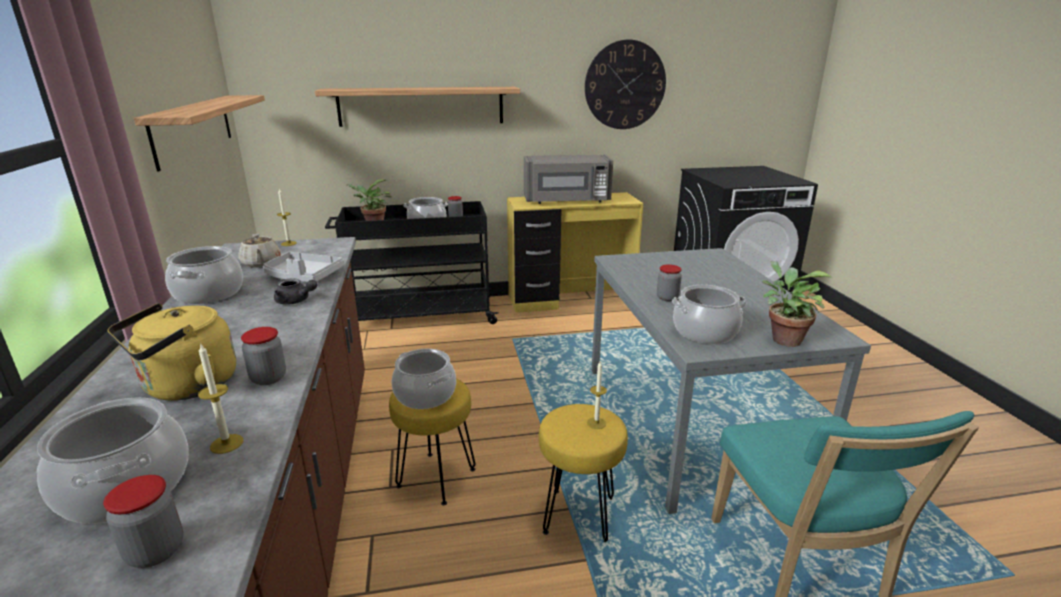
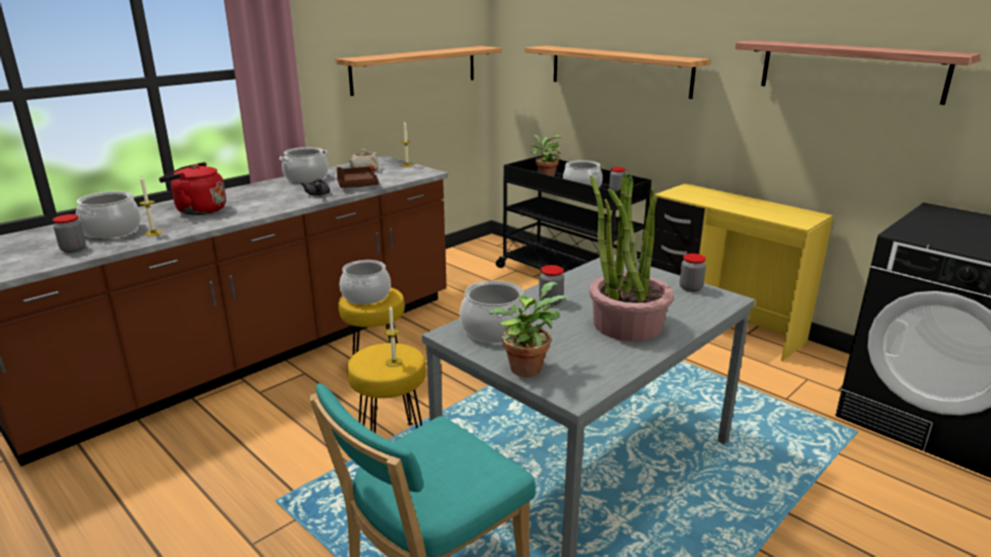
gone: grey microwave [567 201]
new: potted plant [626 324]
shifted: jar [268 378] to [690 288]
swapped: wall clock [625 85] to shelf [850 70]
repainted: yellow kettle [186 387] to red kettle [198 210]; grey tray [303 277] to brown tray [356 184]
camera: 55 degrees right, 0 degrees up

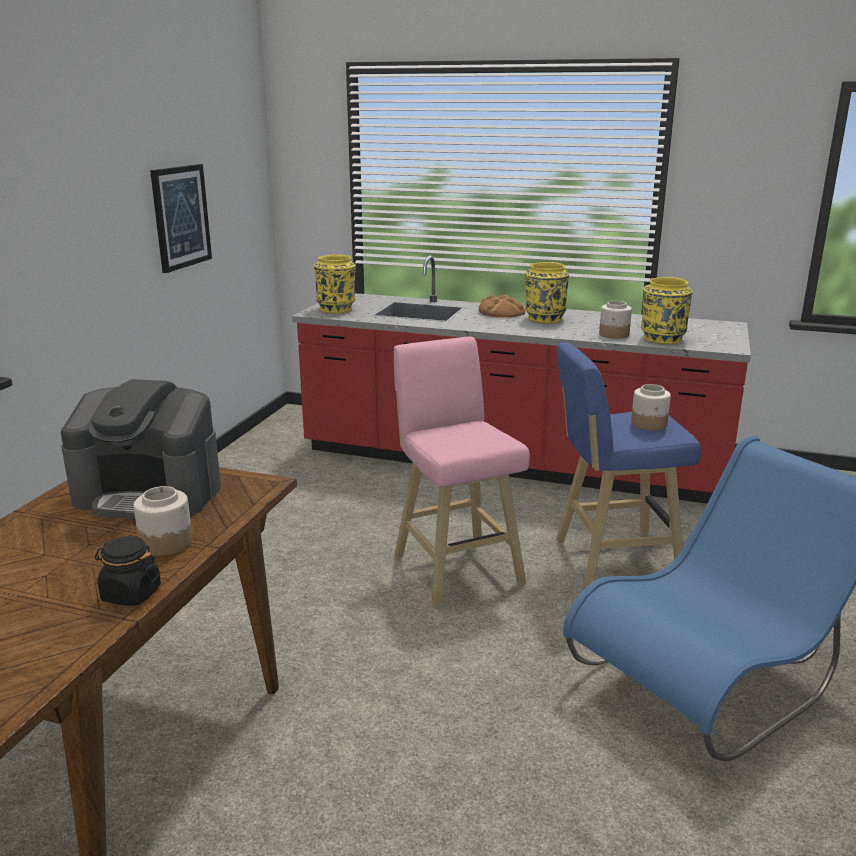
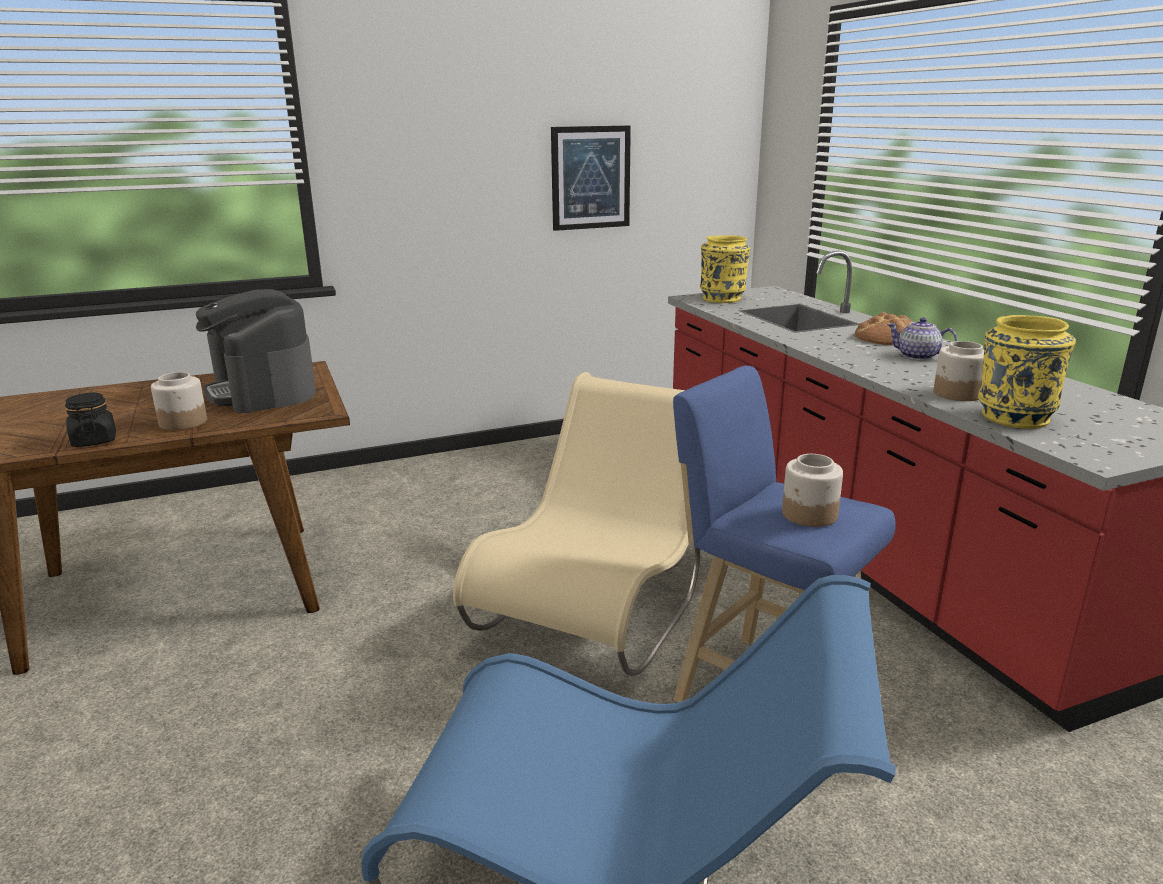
swapped: pink stool [455 567] to beige chair [600 606]; yellow vase [544 319] to teapot [918 356]
camera: 50 degrees right, 0 degrees up

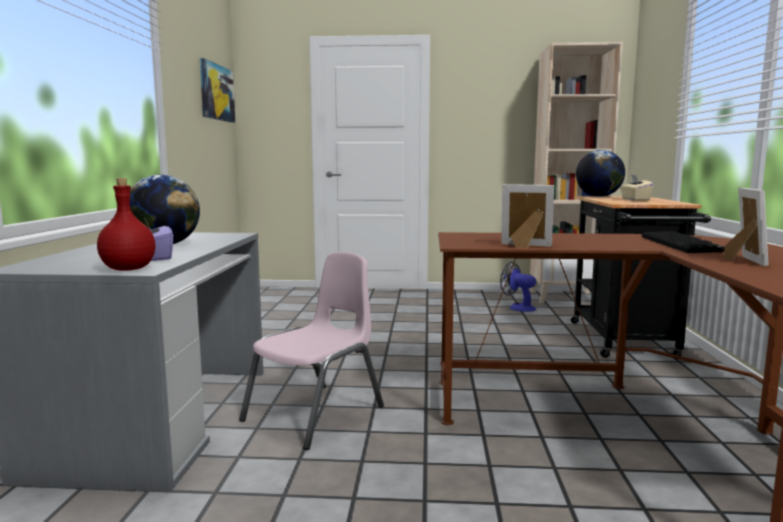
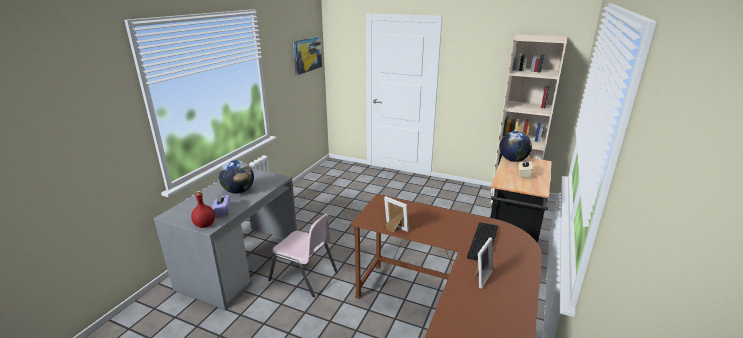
gone: fan [518 307]
rotated: pink chair [316 414] = [304 276] 60 degrees clockwise
camera: 20 degrees right, 15 degrees up

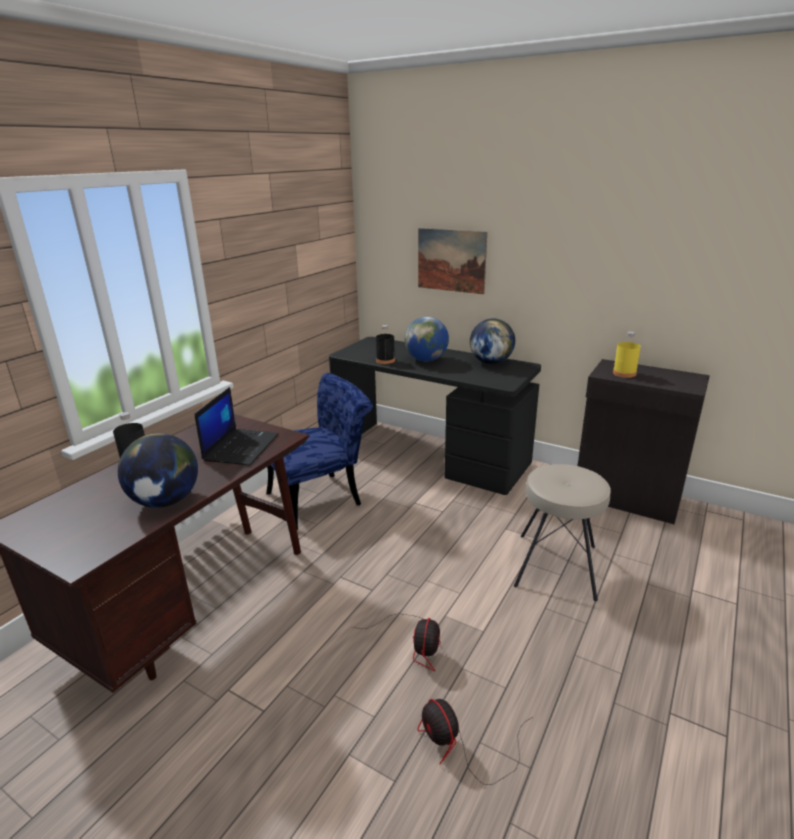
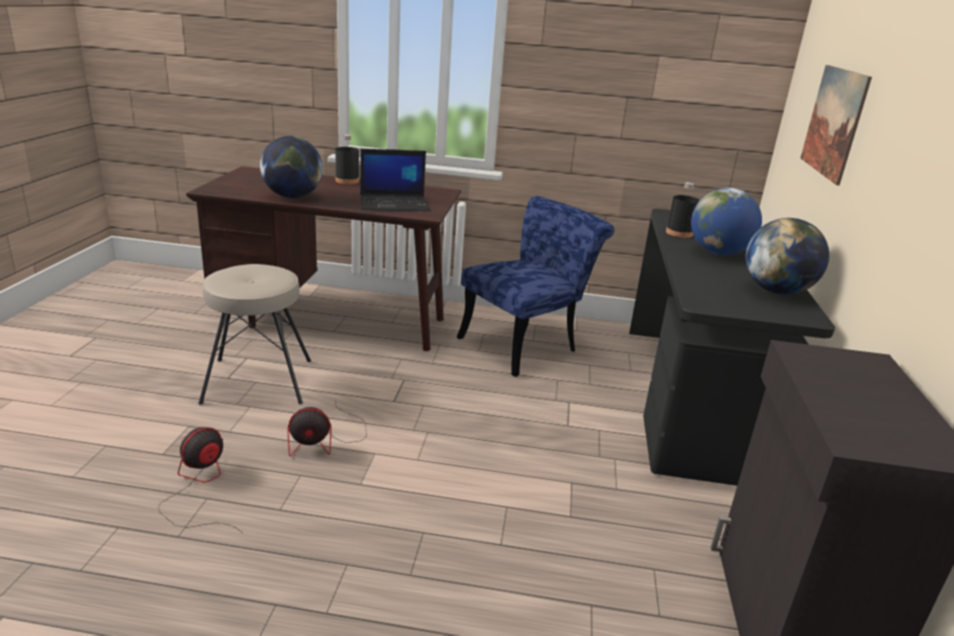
gone: yellow bottle [624 373]
shifted: beige stool [557 565] to [258 381]
rotated: blue chair [322 498] = [526 344] 75 degrees counterclockwise
camera: 65 degrees right, 0 degrees up

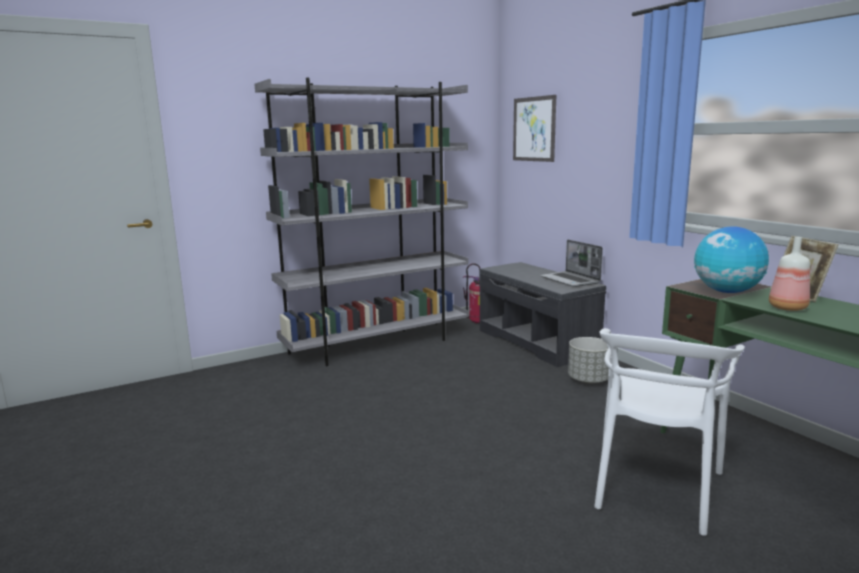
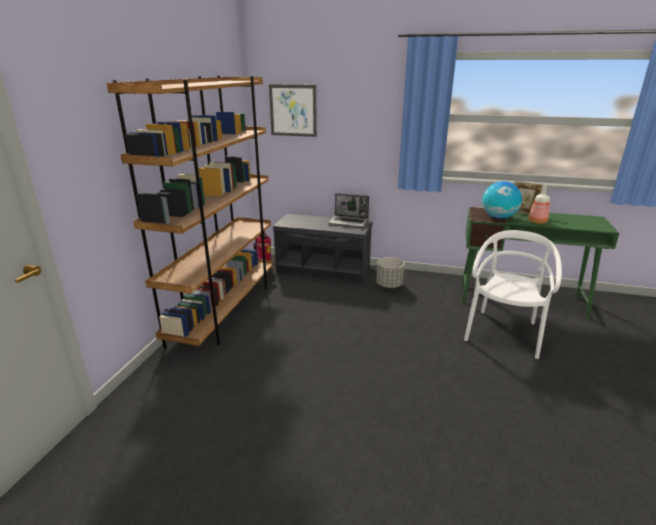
repainted: grey bookcase [378 344] to brown bookcase [225 310]
rotated: white chair [654 487] = [503 333] 135 degrees counterclockwise
camera: 45 degrees left, 10 degrees up

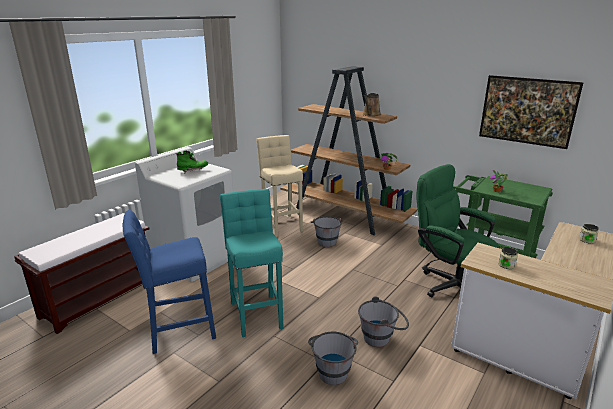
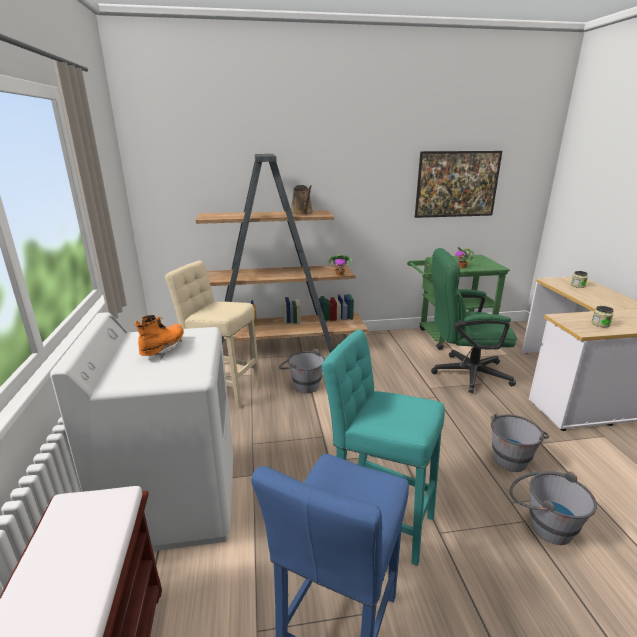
repainted: green boot [193 170] to orange boot [163 349]
camera: 45 degrees left, 0 degrees up

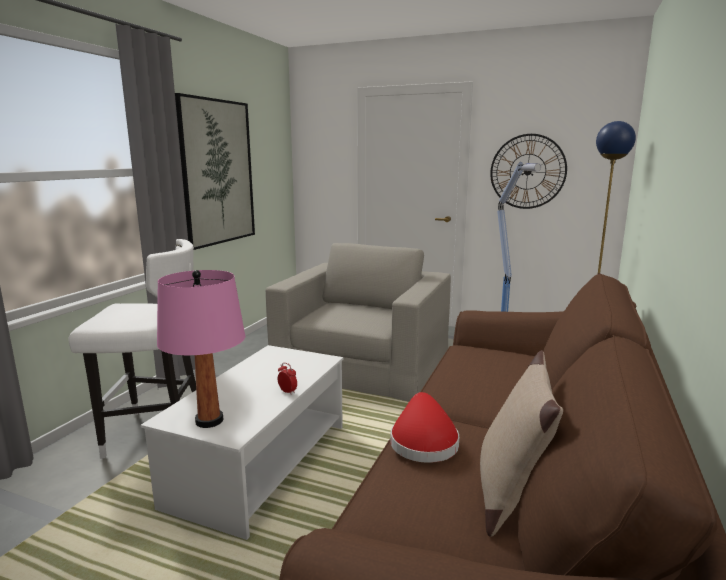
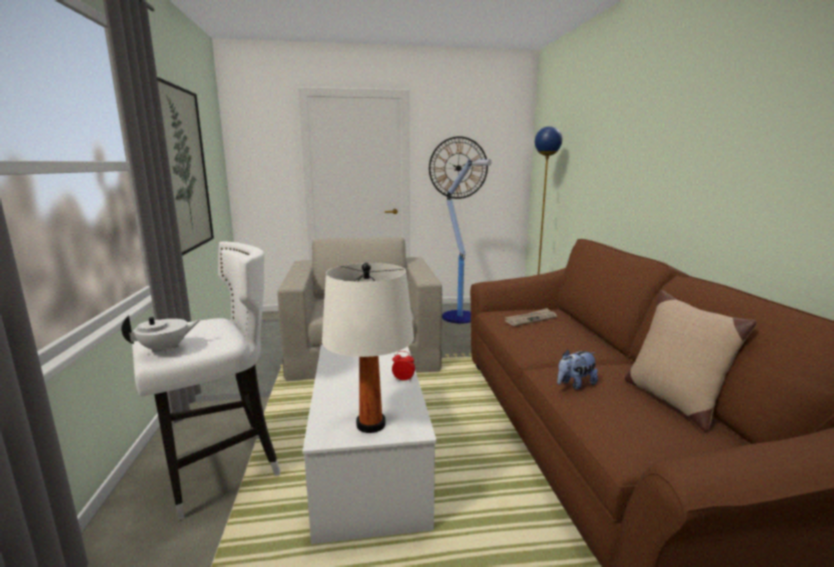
new: white teapot [165 349]; newspaper [530 319]
swapped: red hat [423 441] to plush toy [575 384]
repainted: pink table lamp [209 420] to white table lamp [370 424]
camera: 30 degrees left, 0 degrees up

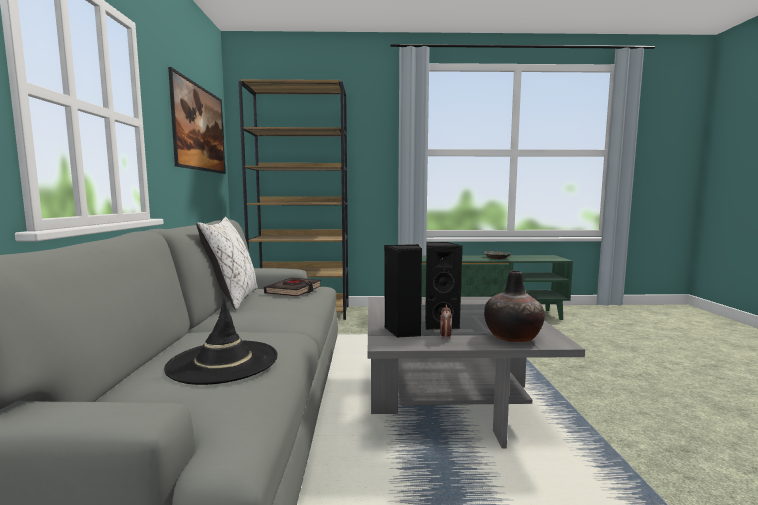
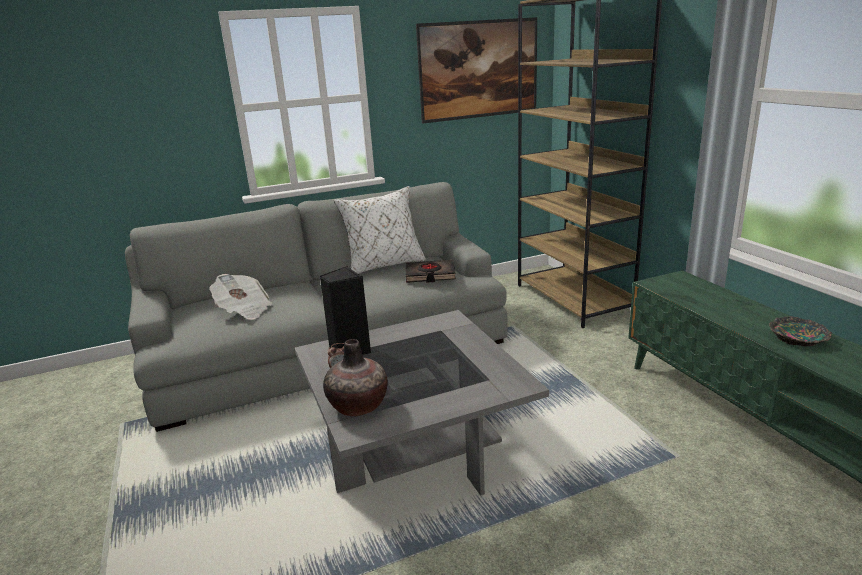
gone: black speaker [439 324]
swapped: black hat [223 362] to newspaper [244 310]
camera: 70 degrees right, 15 degrees up

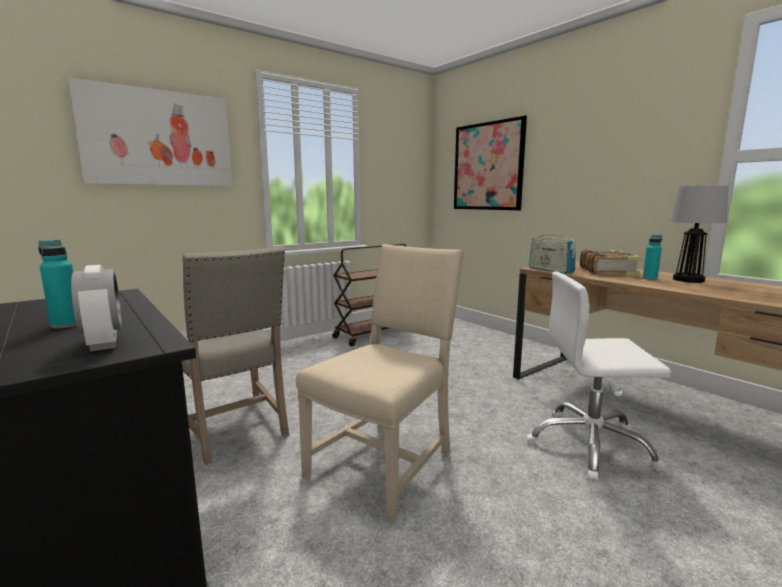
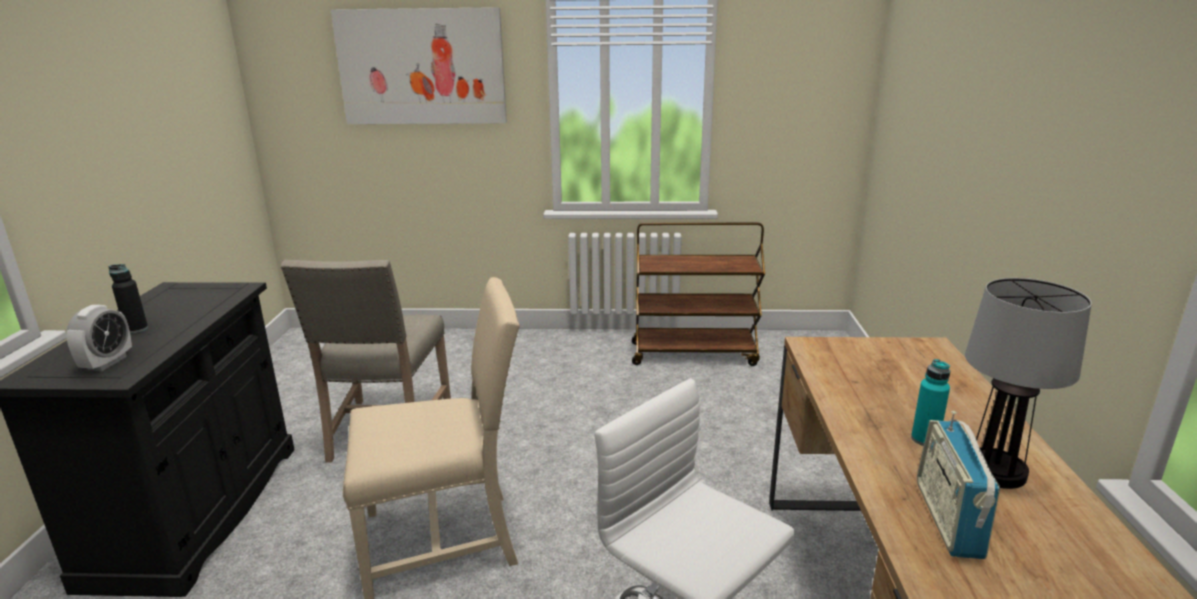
gone: picture [488 166]; book [608 271]
shifted: radio [550 270] to [947 519]
repainted: turquoise bottle [66 325] to black bottle [136 329]
camera: 40 degrees right, 10 degrees up

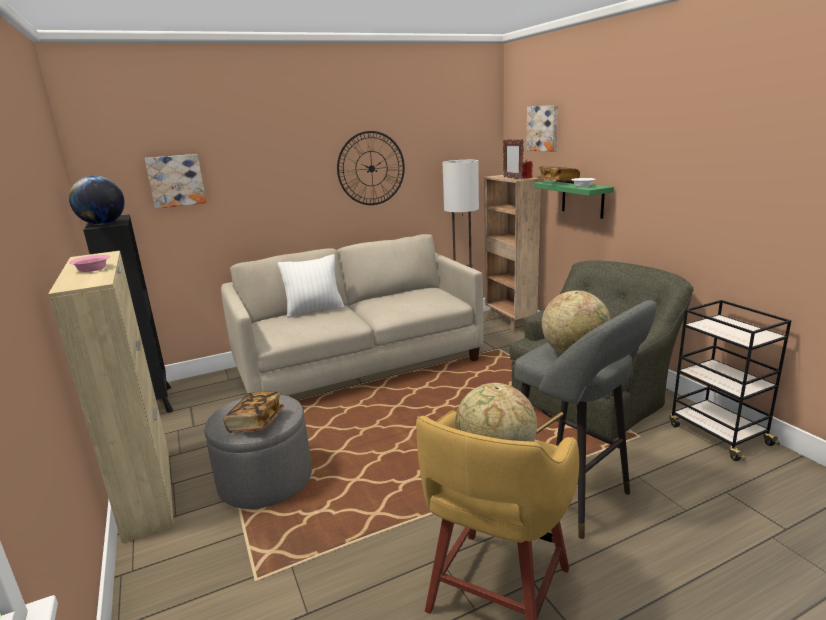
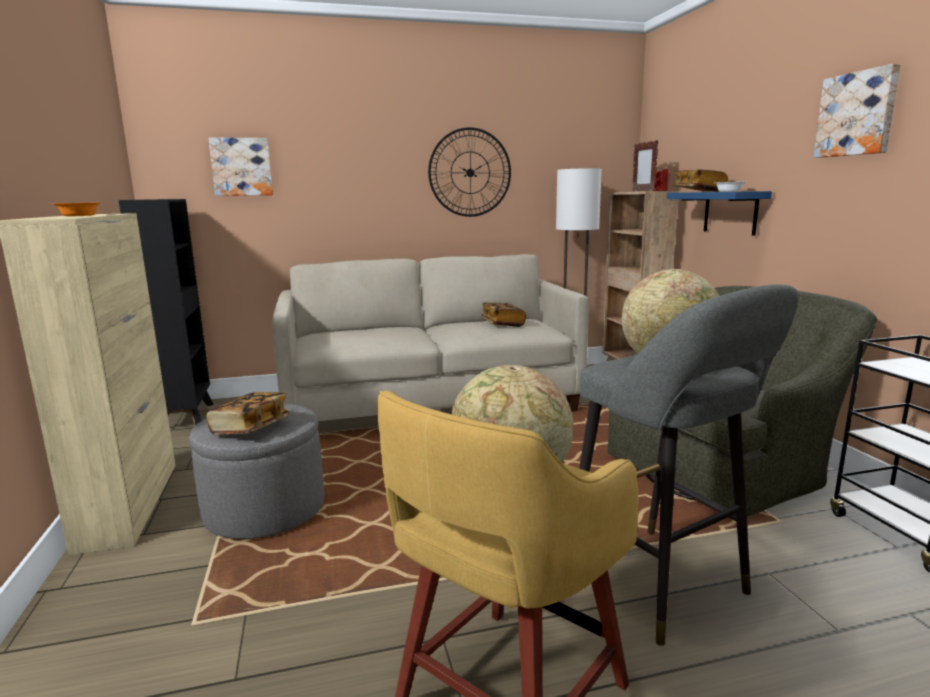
gone: globe [103 224]; white pillow [314 310]
new: book [502 324]
shifted: picture [543 128] to [857 114]
repainted: pink bowl [91 269] to orange bowl [79 215]; green shelf [582 198] to blue shelf [730 212]
camera: 10 degrees right, 5 degrees down

